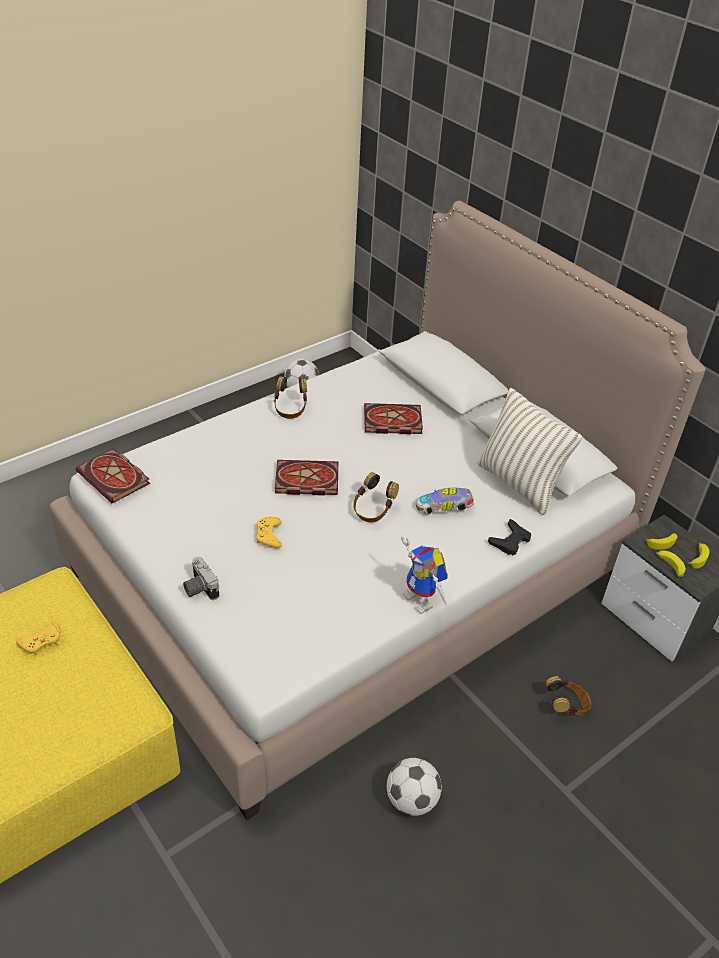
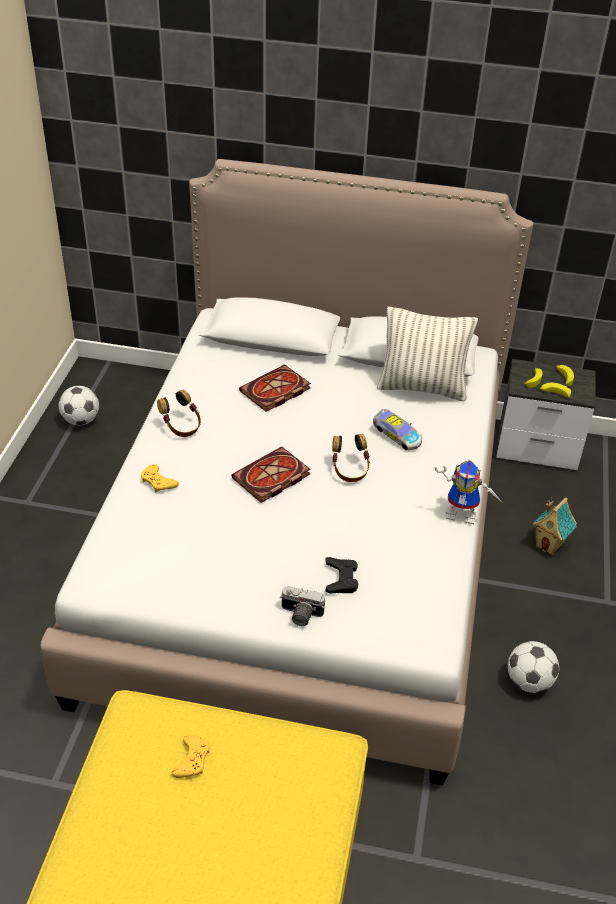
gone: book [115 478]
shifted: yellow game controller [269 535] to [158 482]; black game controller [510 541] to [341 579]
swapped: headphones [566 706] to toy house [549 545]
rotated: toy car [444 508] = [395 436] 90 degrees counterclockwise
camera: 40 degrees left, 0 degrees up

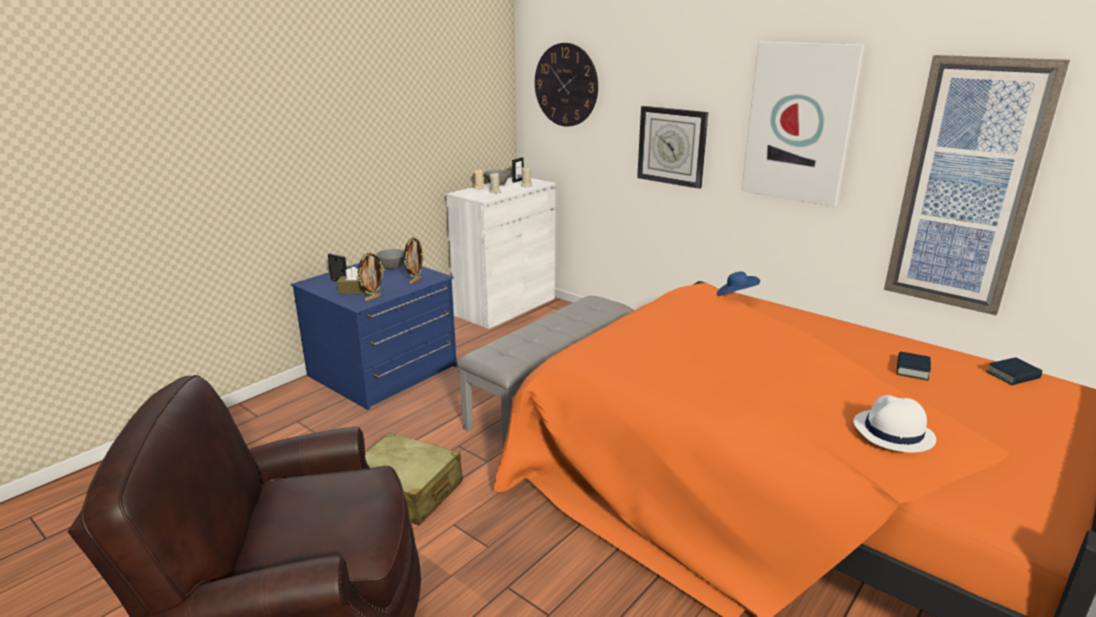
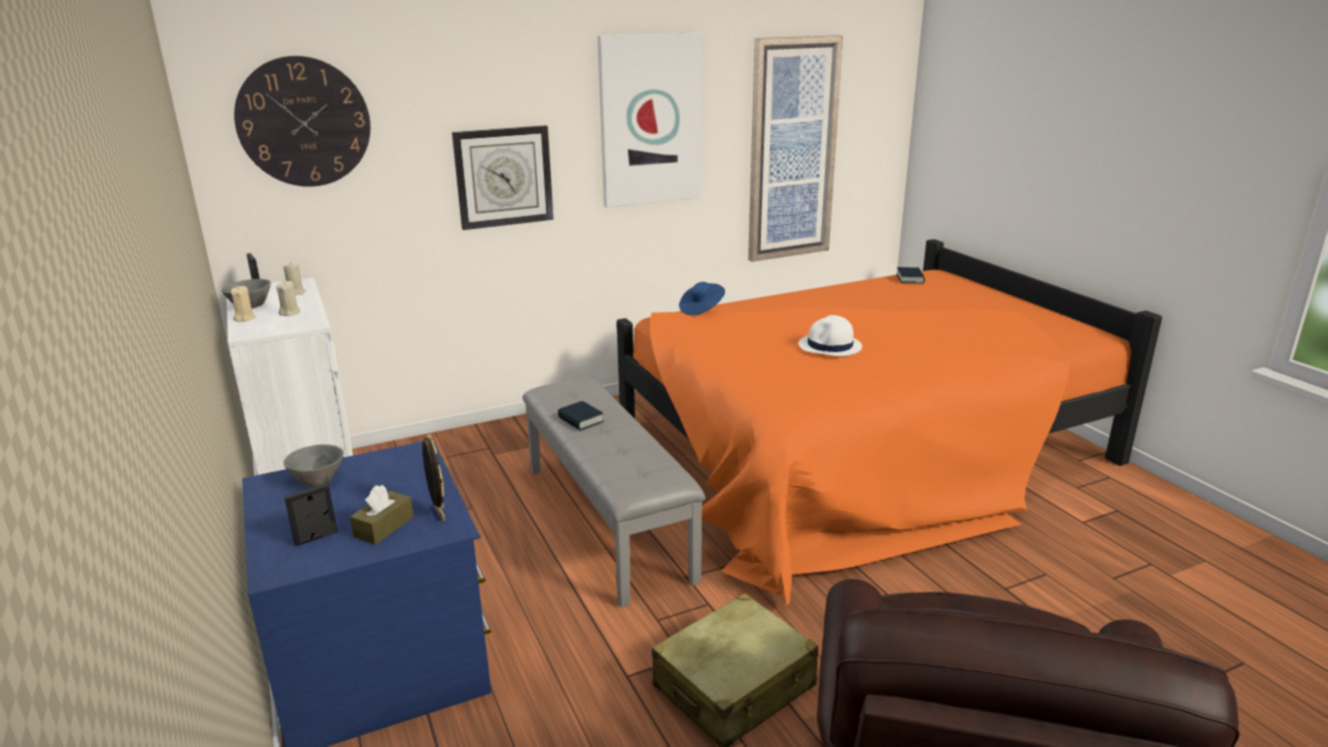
gone: picture frame [415 281]
shifted: book [912 370] to [581 420]; white hat [892 432] to [830 346]
camera: 65 degrees left, 0 degrees up

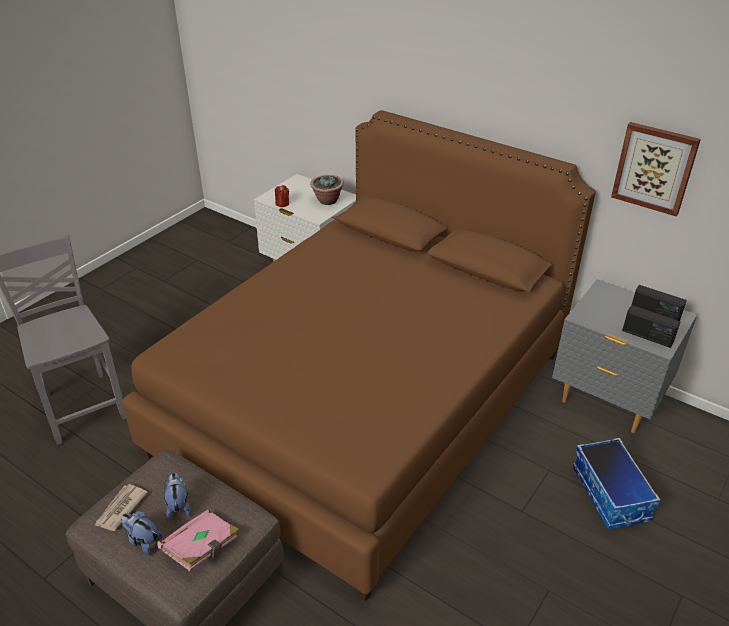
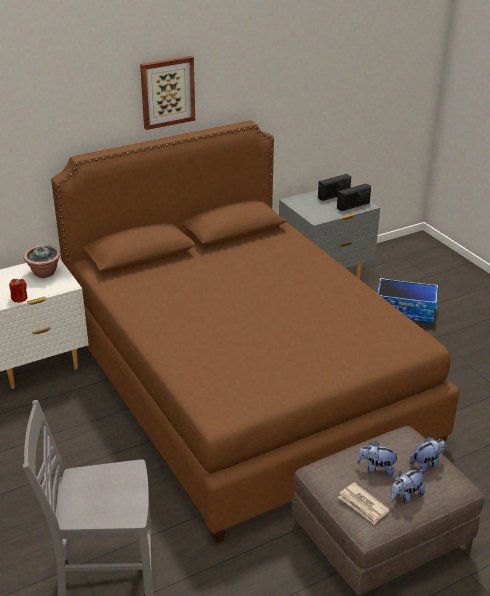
shifted: picture [654 168] to [167 92]
swapped: pink book [202 548] to plush toy [426 464]
camera: 65 degrees left, 5 degrees down

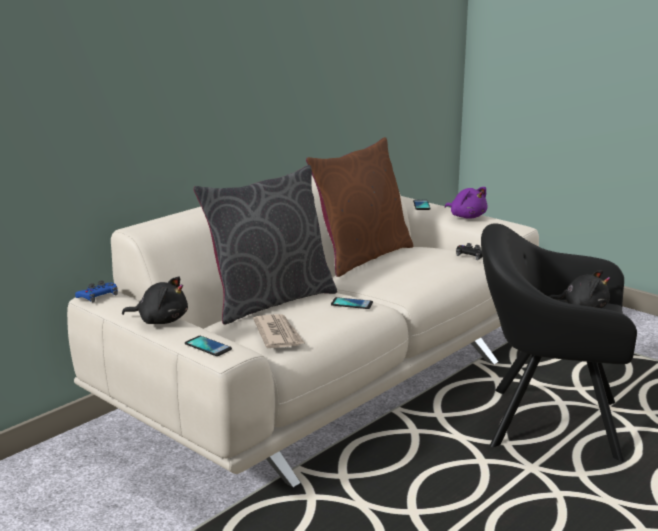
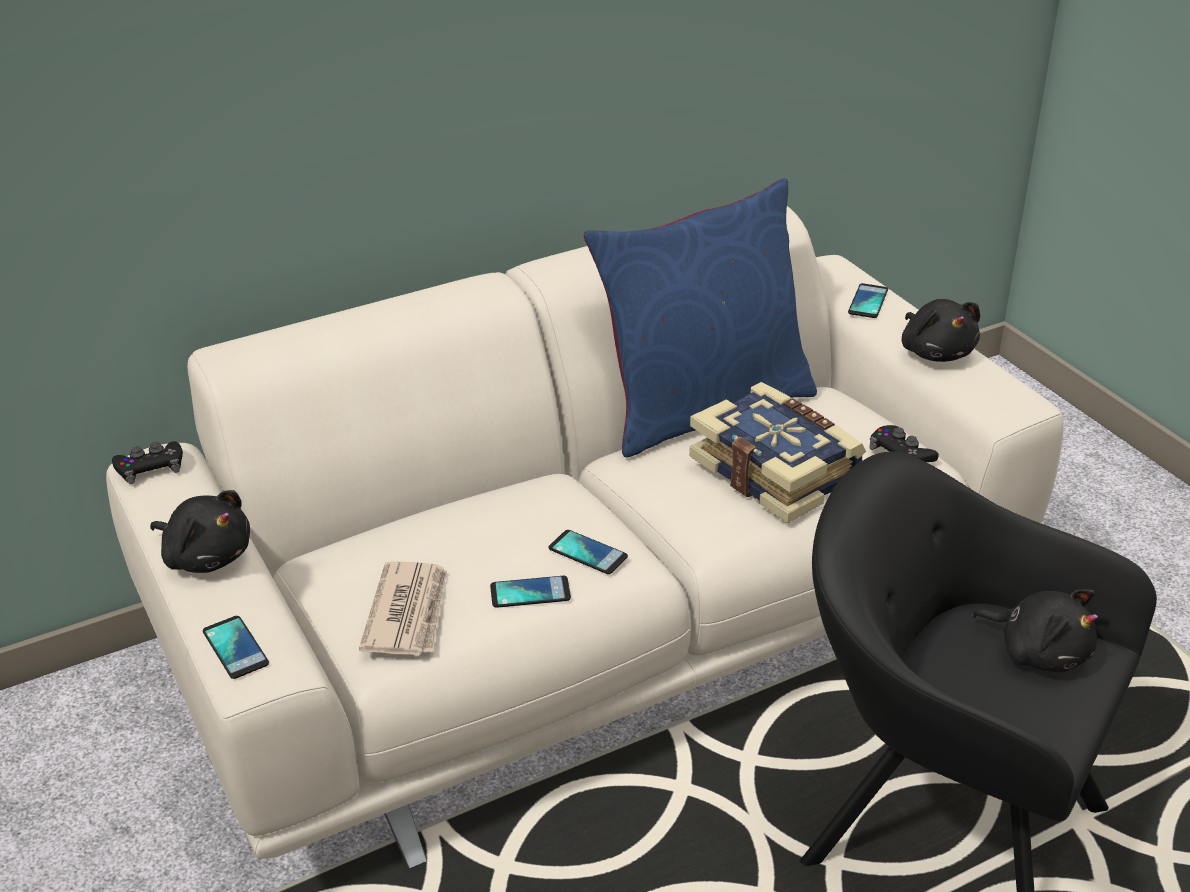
gone: grey pillow [270 301]
new: phone [530 593]; book [777 471]
repainted: blue game controller [98 296] to black game controller [150 468]; brown pillow [361 257] to blue pillow [702 407]; purple plush toy [467 216] to black plush toy [936 352]
camera: 20 degrees right, 15 degrees up

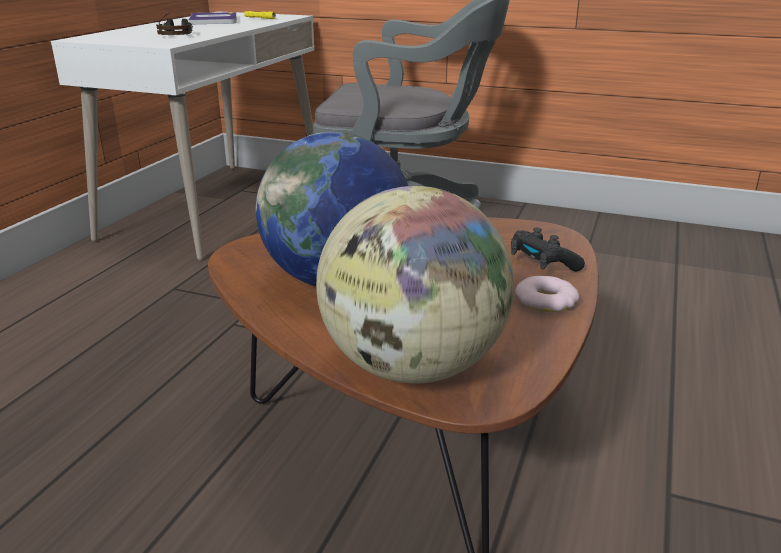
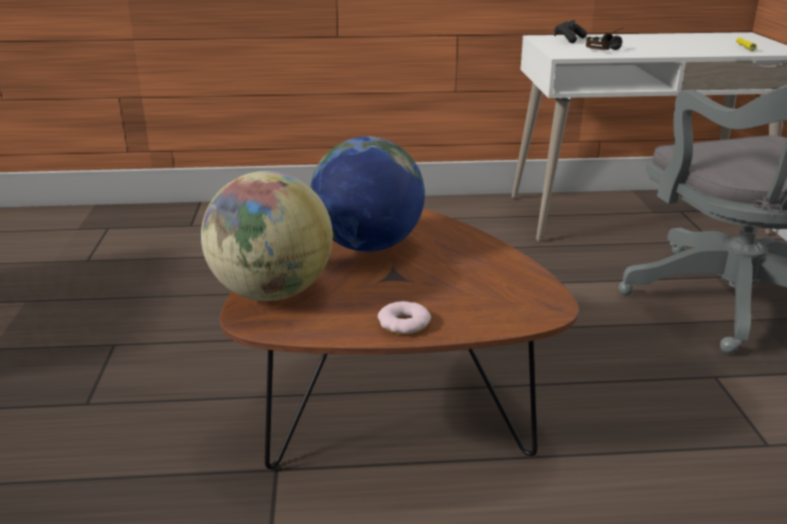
gone: book [213 20]
shifted: black game controller [542 264] to [569 39]
camera: 65 degrees right, 0 degrees up

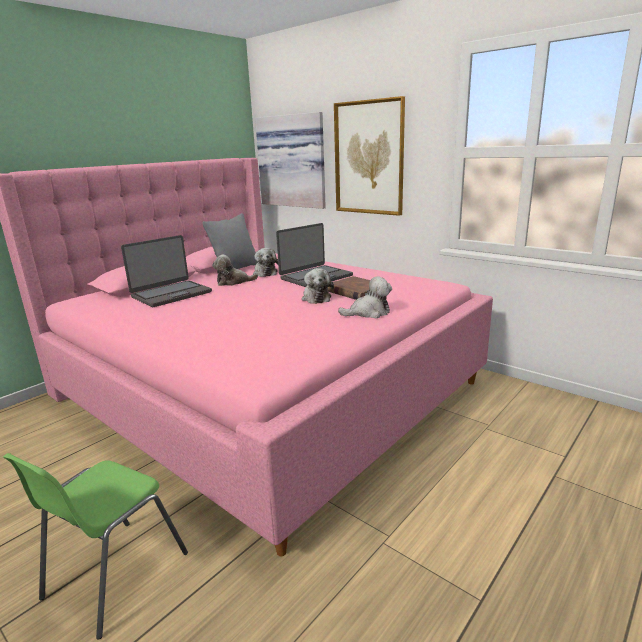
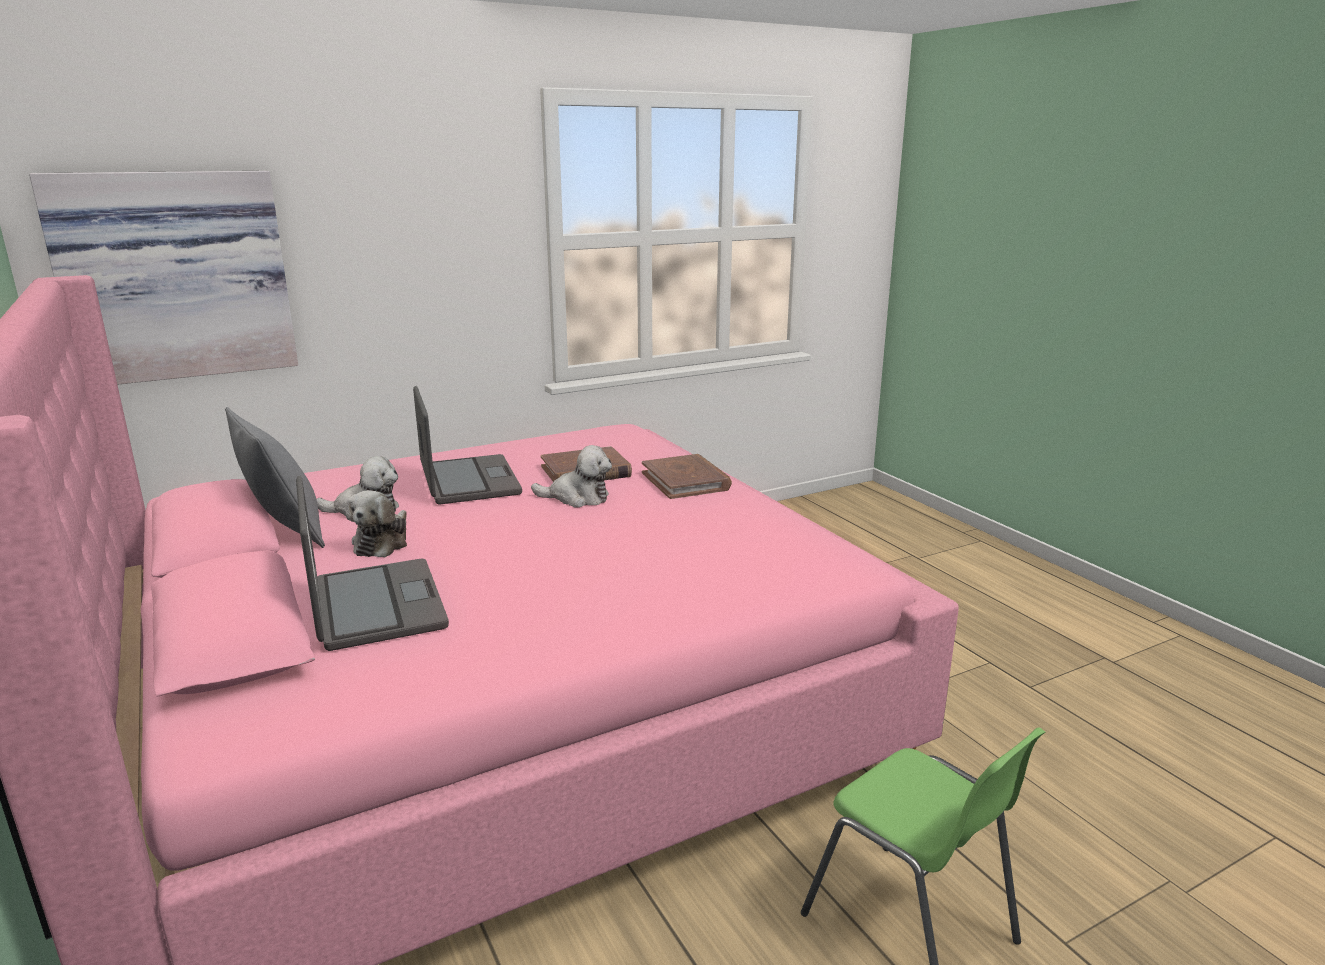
gone: picture [369 158]
swapped: plush toy [368 313] to brown book [686 481]
camera: 70 degrees left, 0 degrees up

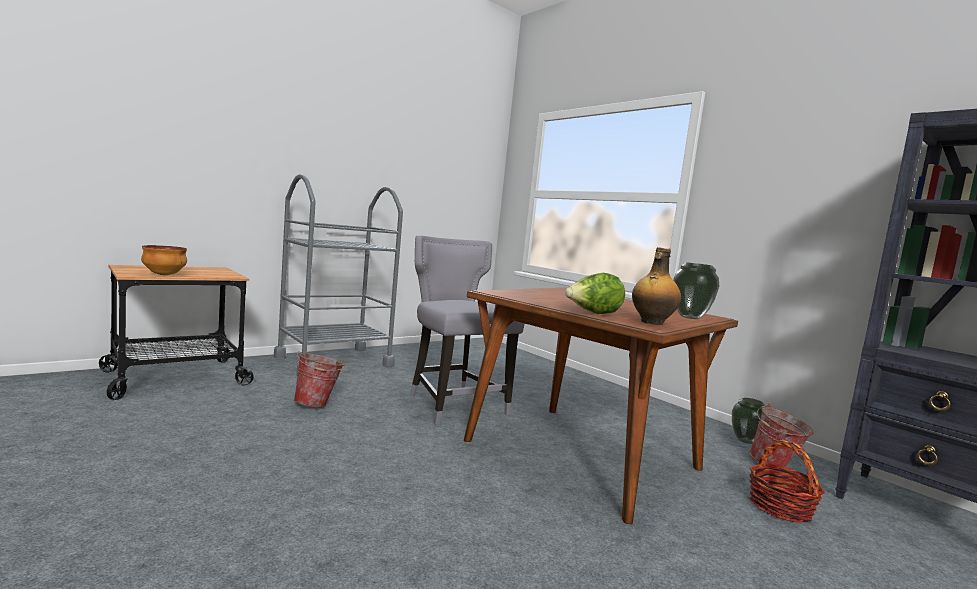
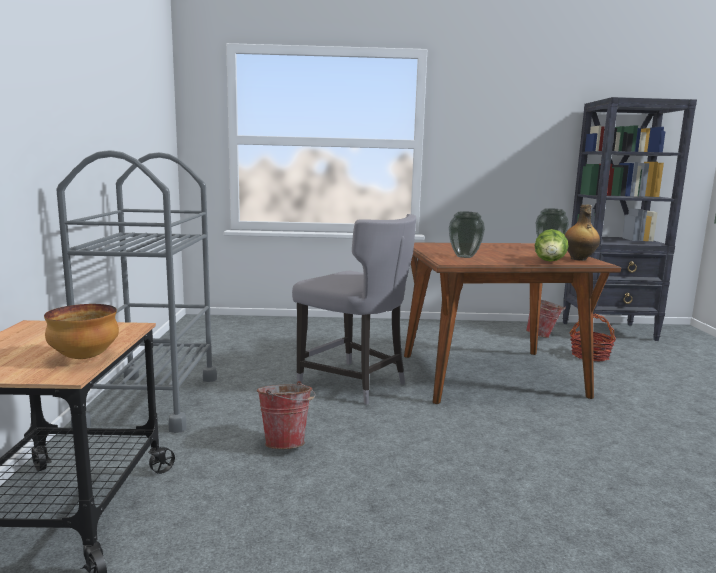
shifted: vase [745 441] to [464 257]
rotated: grey chair [454 405] = [355 384] 150 degrees counterclockwise
camera: 50 degrees left, 5 degrees up

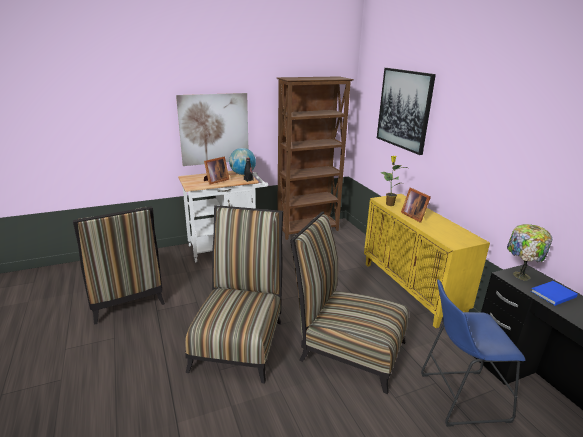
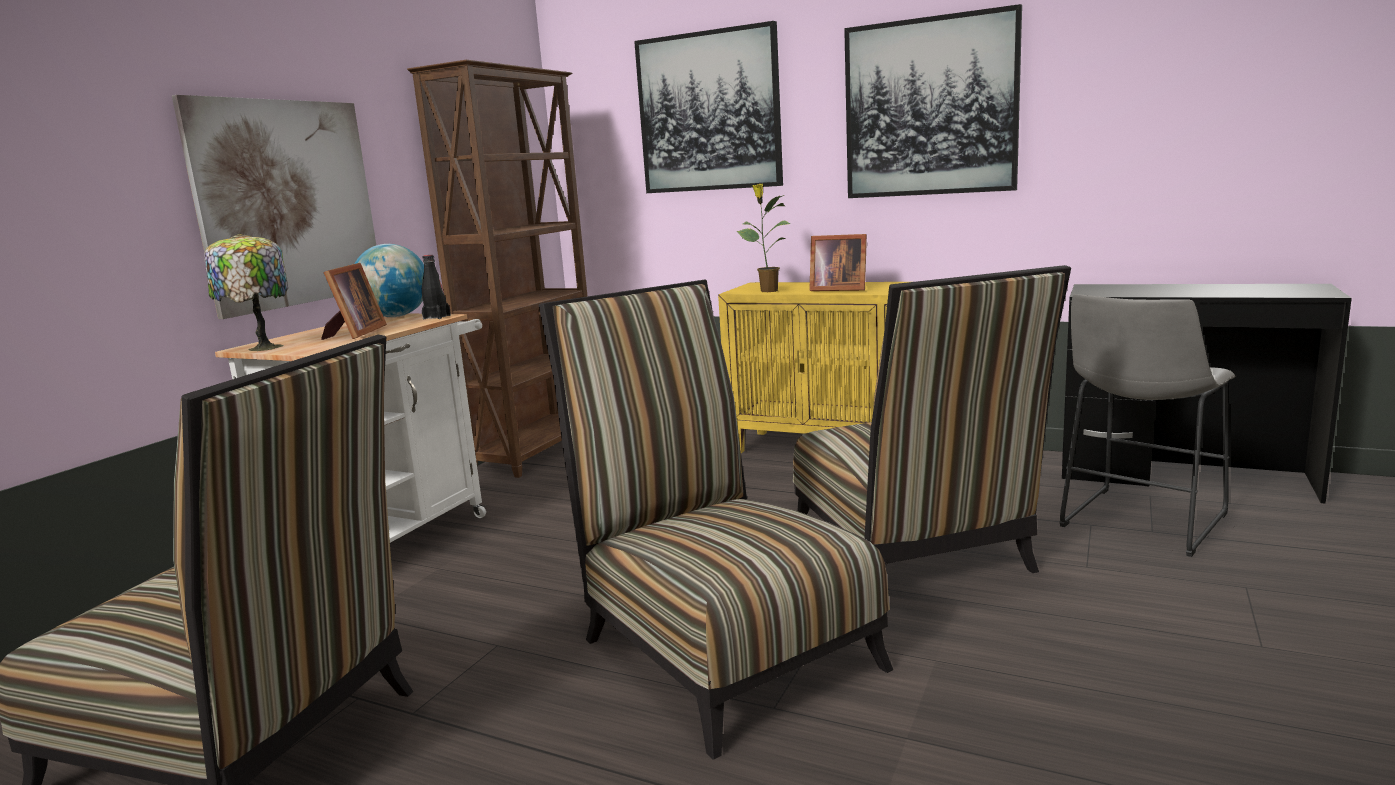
gone: blue book [552 294]
new: picture [930 108]
shifted: table lamp [519 275] to [262 348]
repainted: blue stool [458 397] to grey stool [1138 523]
rotated: chair [346 348] = [914 553] 90 degrees counterclockwise
camera: 40 degrees left, 10 degrees down

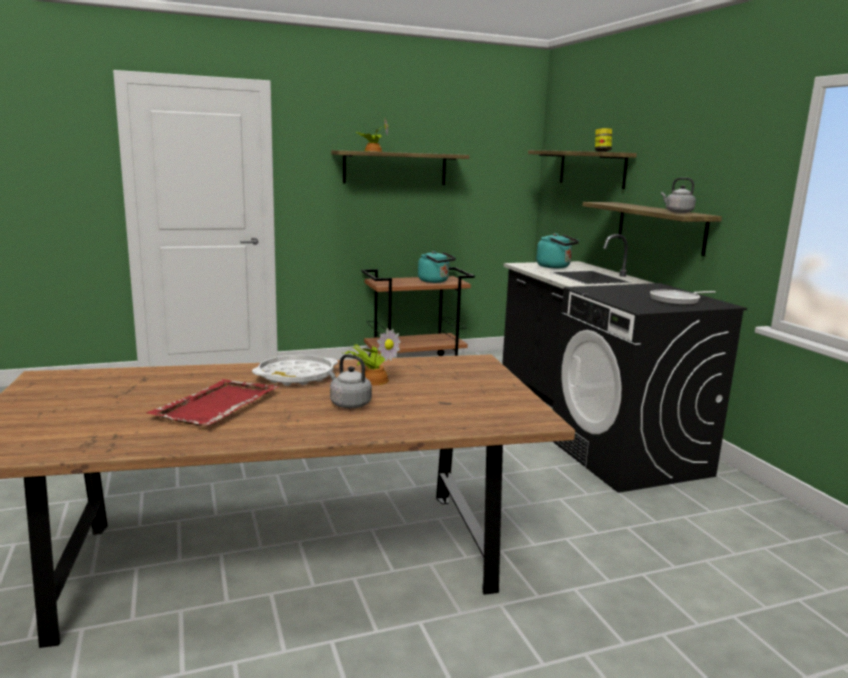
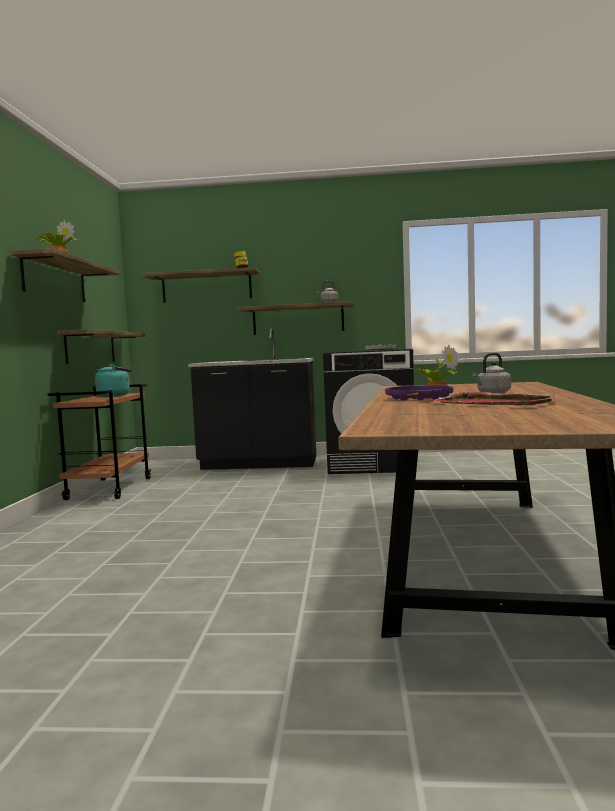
gone: turquoise kettle [555 267]
new: shelf [91 347]
repainted: white tray [296 376] to purple tray [419 398]
camera: 65 degrees left, 10 degrees down

